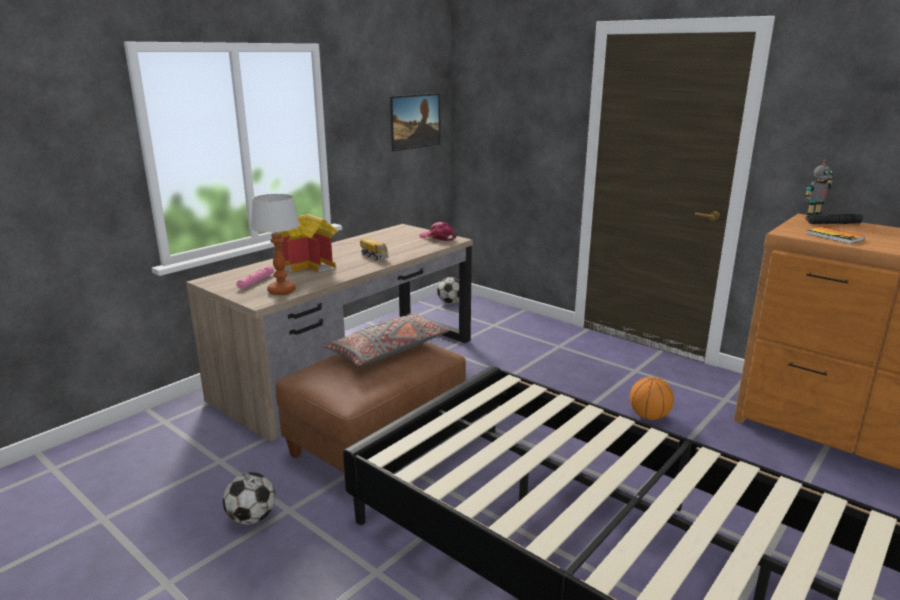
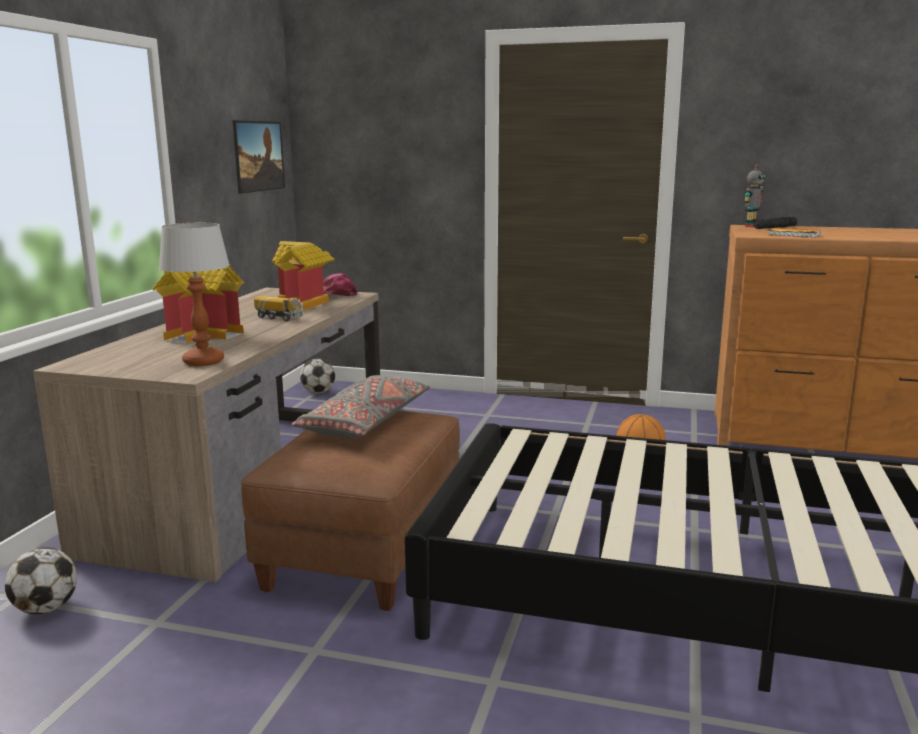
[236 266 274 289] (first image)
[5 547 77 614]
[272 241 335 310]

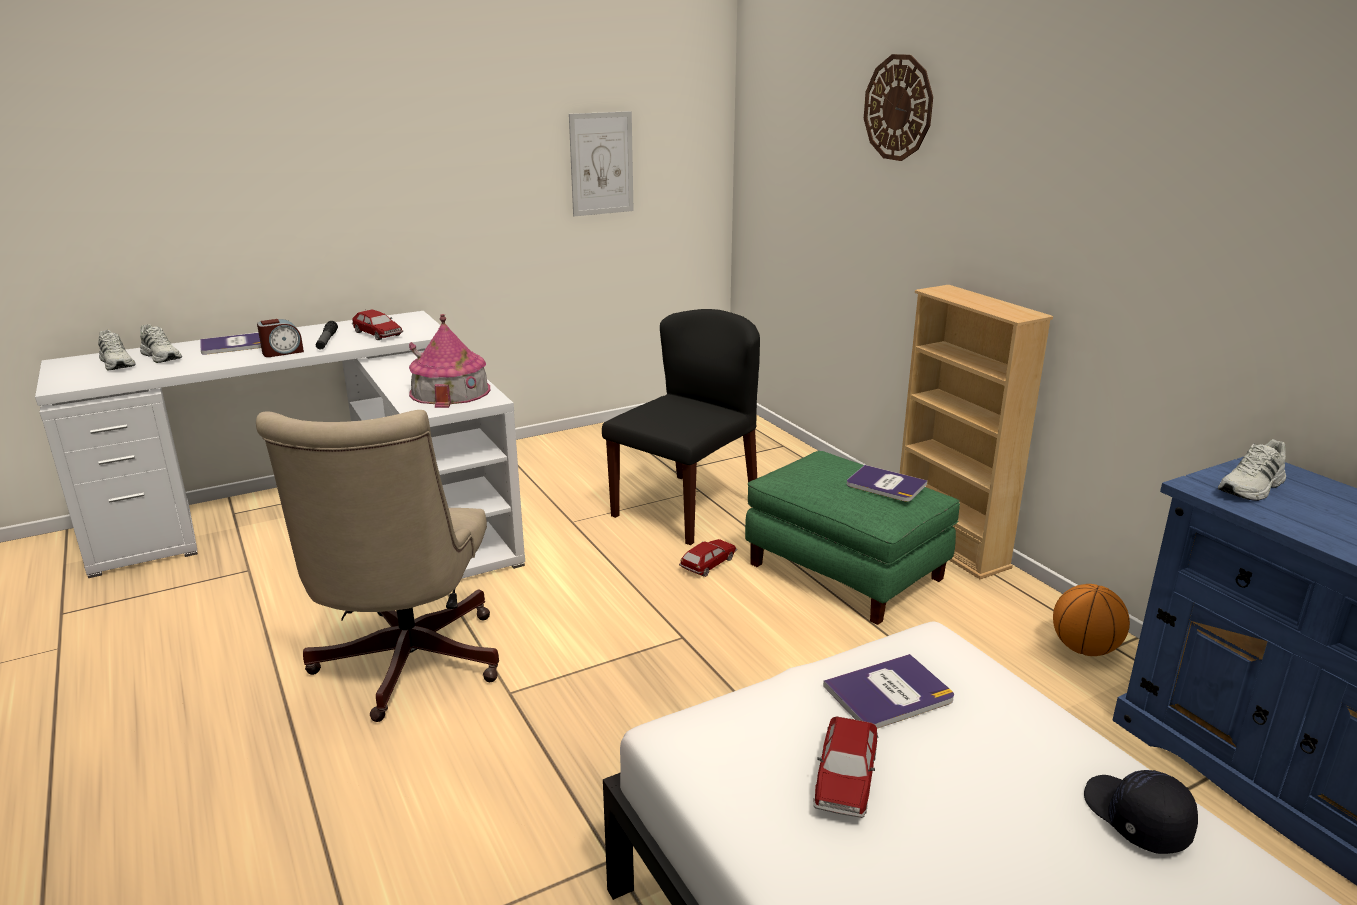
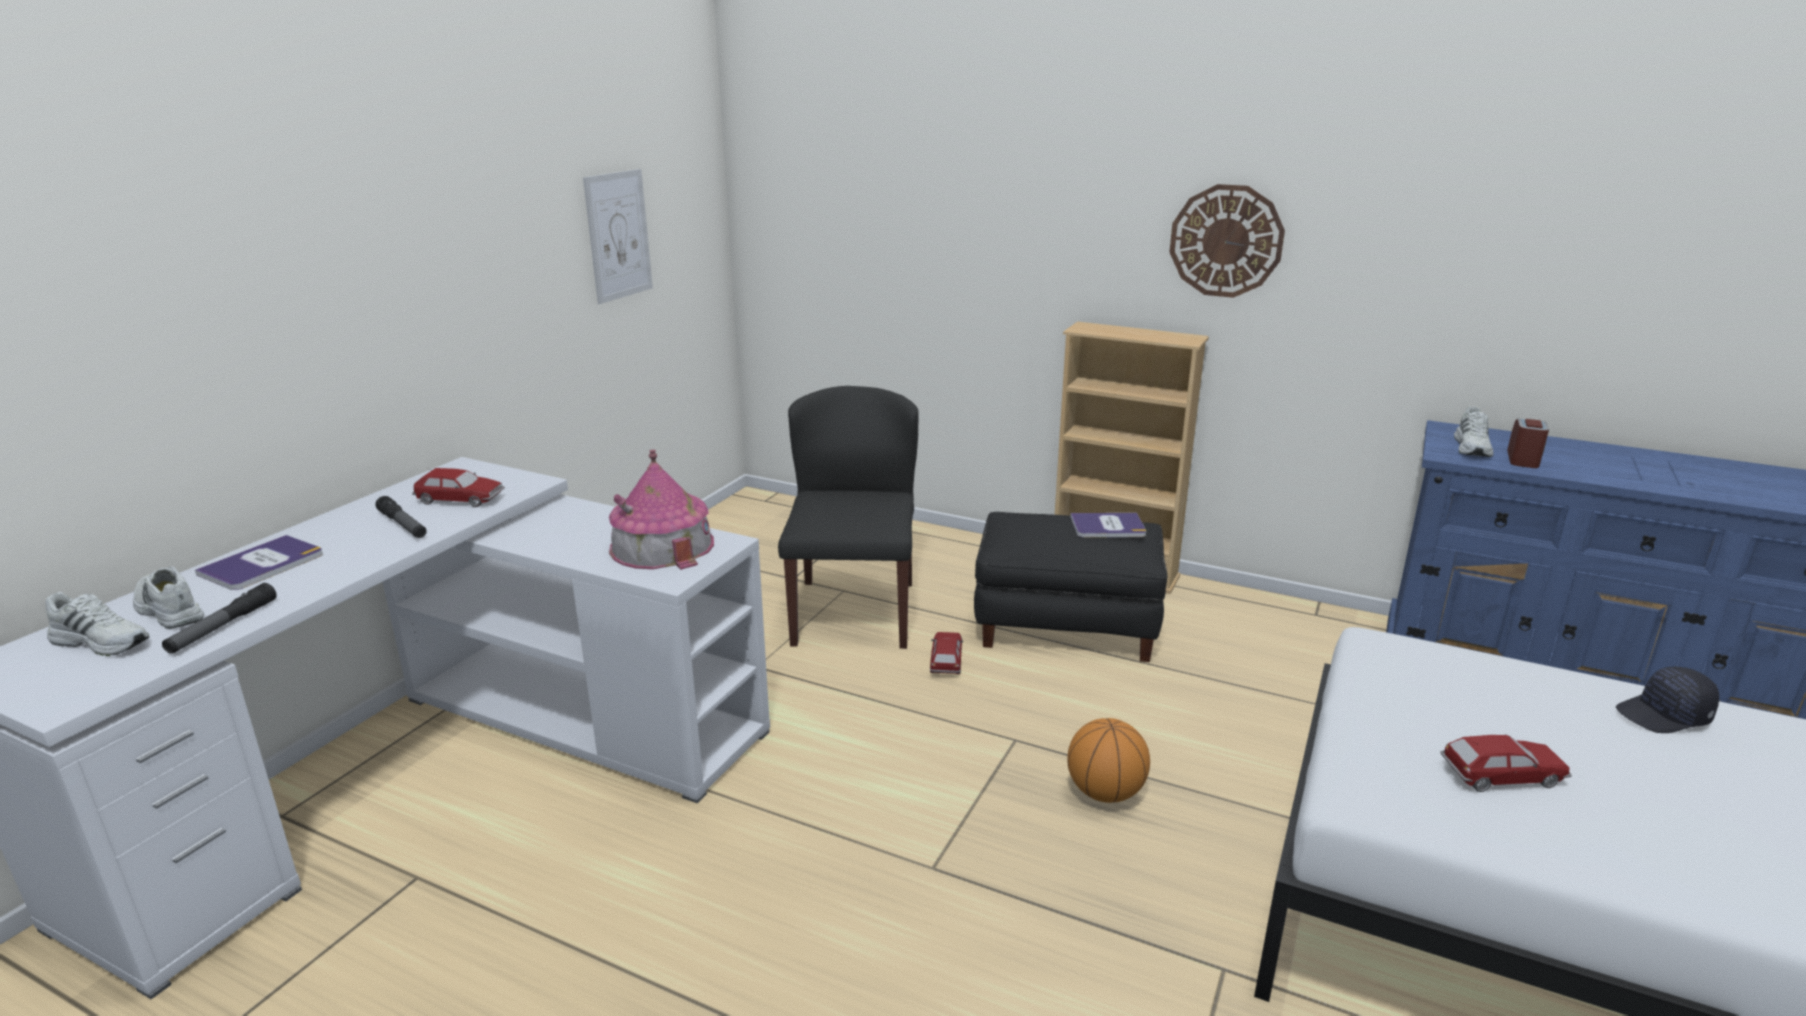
[1169 184 1285 298]
[1507 419 1549 468]
[133 566 204 629]
[256 410 499 722] (first image)
[974 512 1168 662]
[1067 718 1150 803]
[823 654 954 729] (first image)
[1440 734 1572 792]
[1616 667 1719 733]
[162 583 277 653]

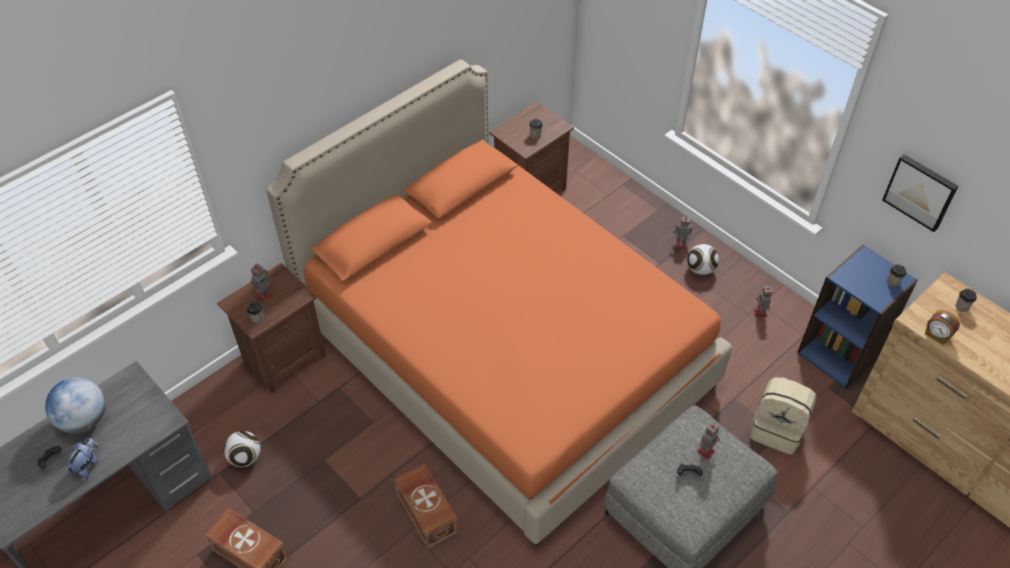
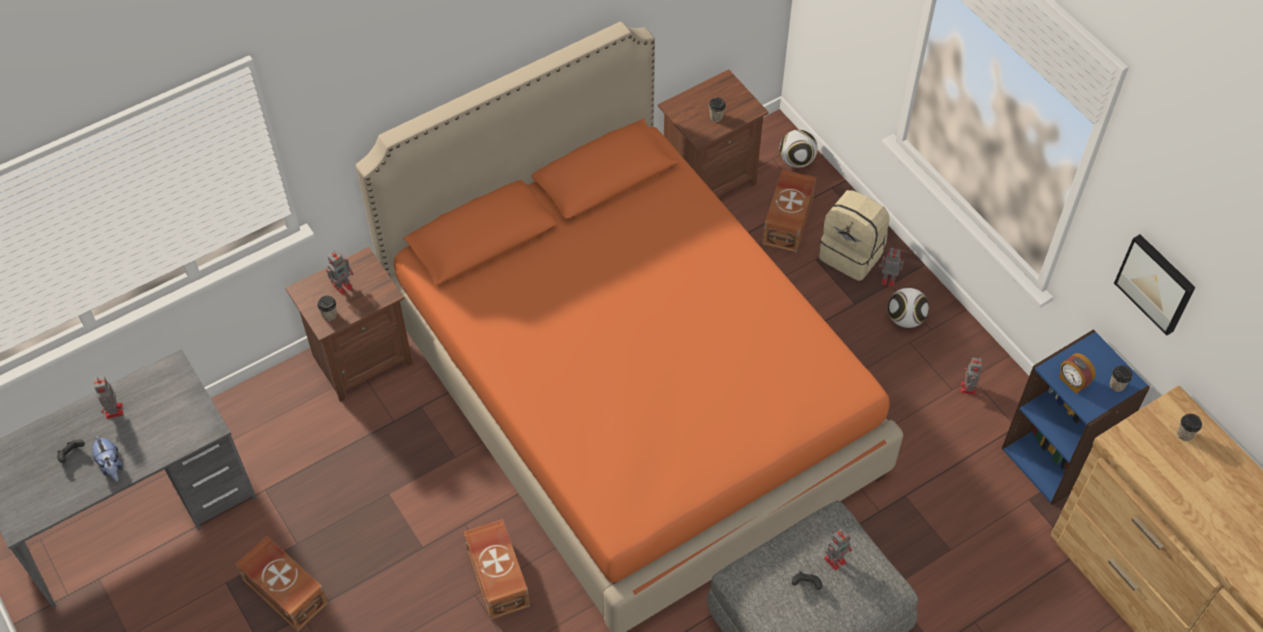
[1059 353 1096 394]
[819 190 890 281]
[94 376 124 419]
[780 130 818 168]
[92 434 123 481]
[762 170 816 252]

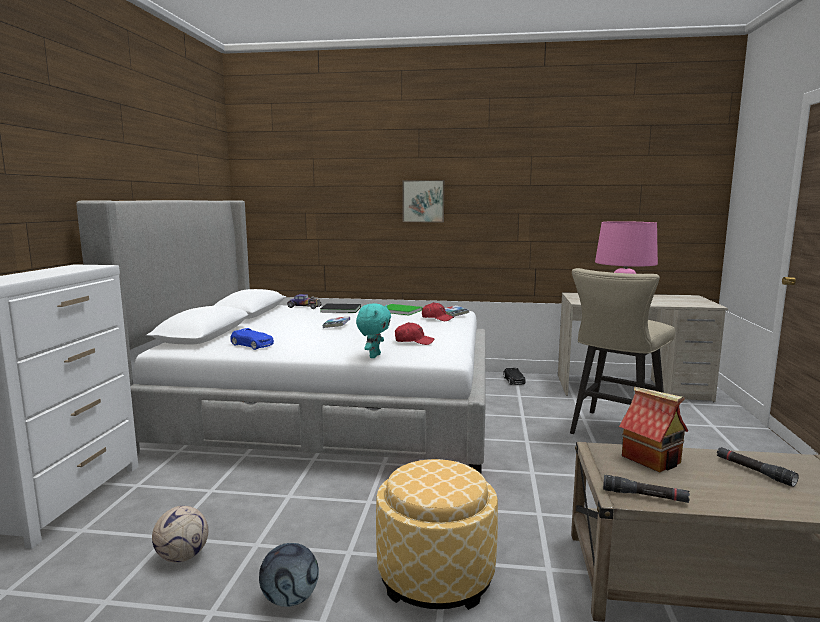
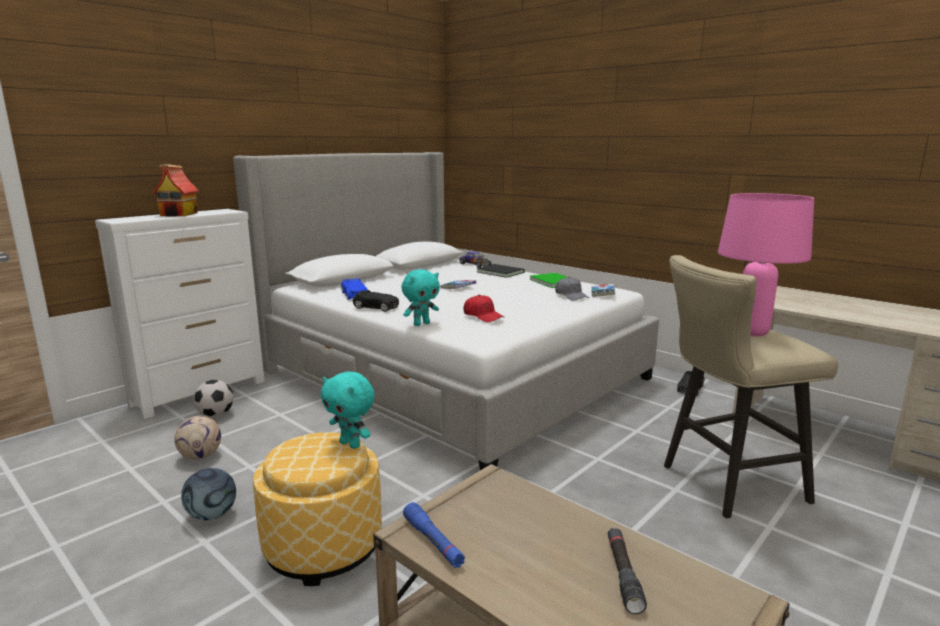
[402 180 444 222] (first image)
[555 277 589 301]
[152 164 199 216]
[403 502 465 568]
[353 290 399 311]
[321 371 375 449]
[194 380 234 417]

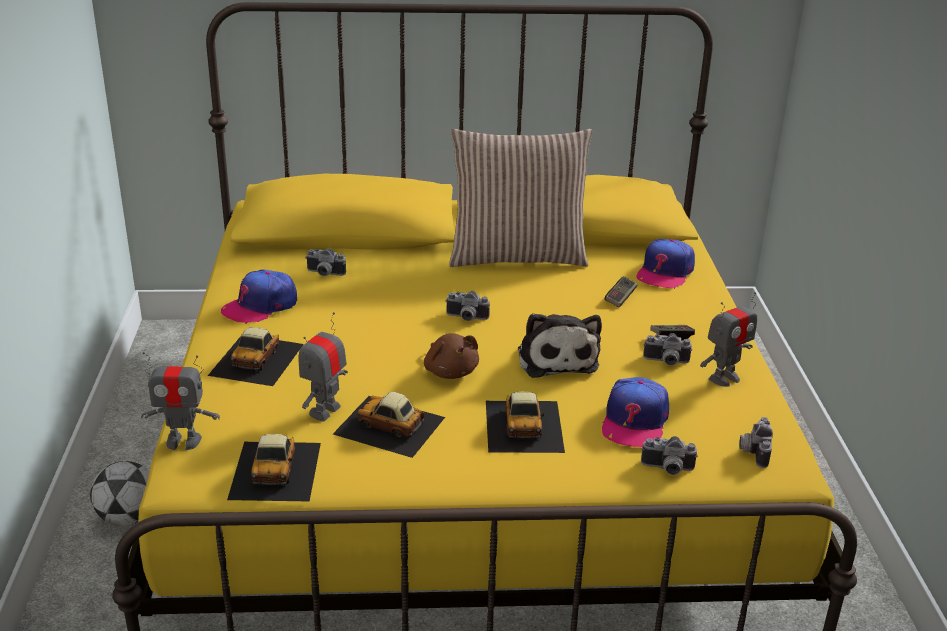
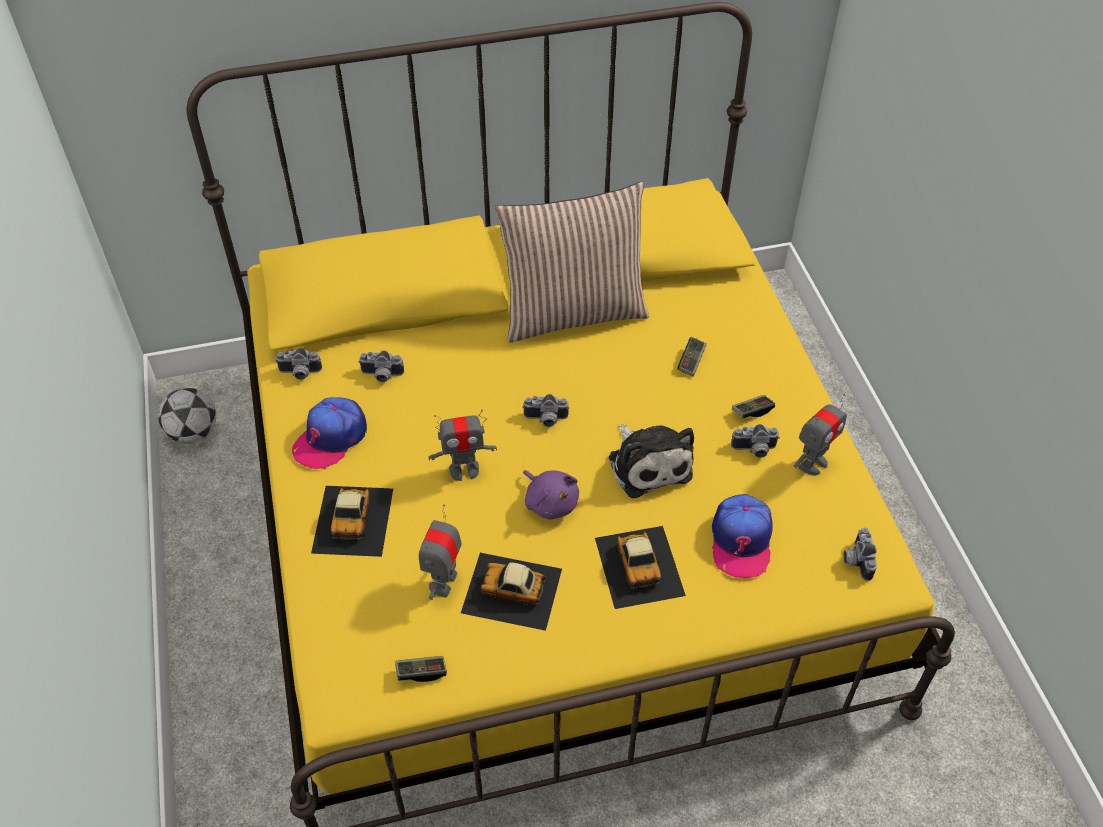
[636 239 695 289] (first image)
[523 470 579 519]
[428 410 497 481]
[395 656 447 682]
[275 348 322 380]
[158 388 216 443]

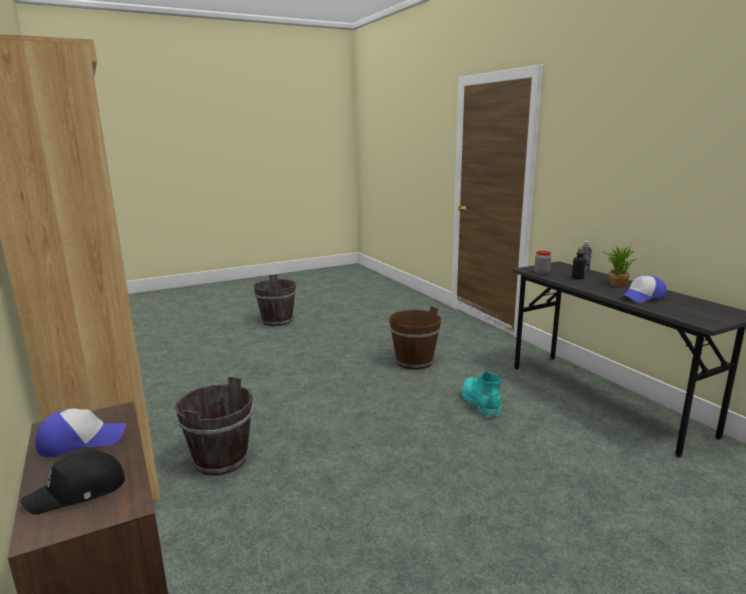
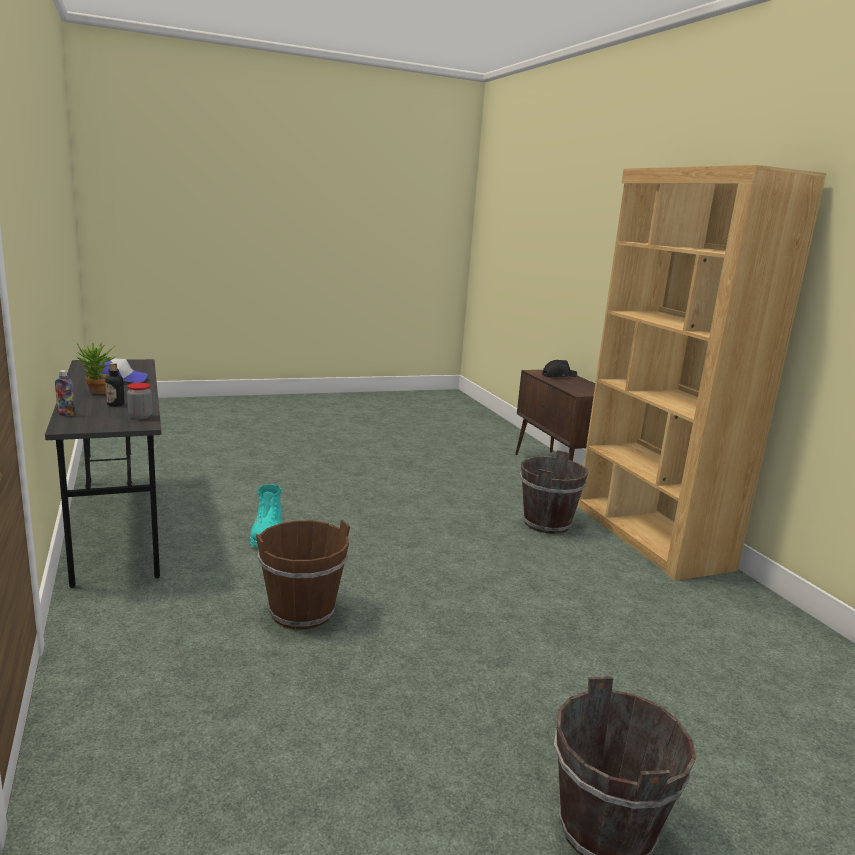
[35 408 126 457] (first image)

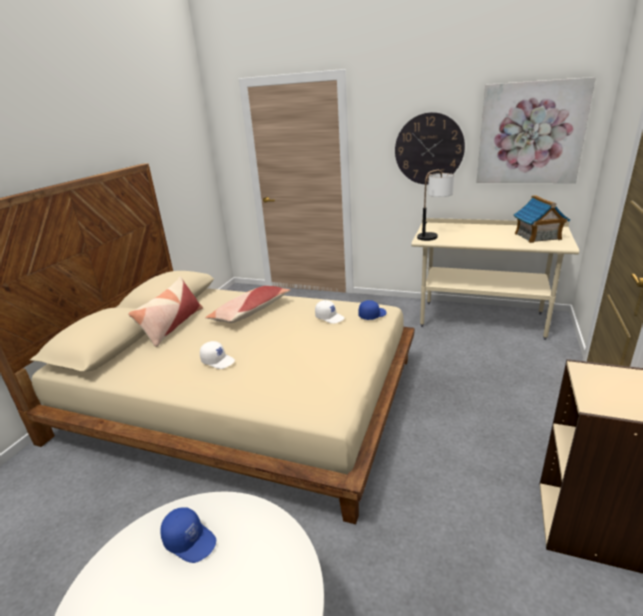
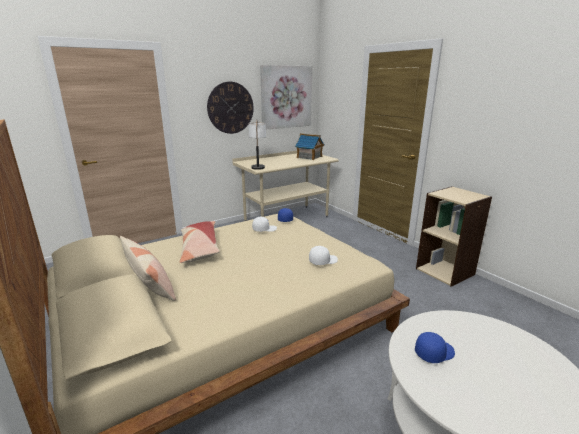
[309 246 338 265]

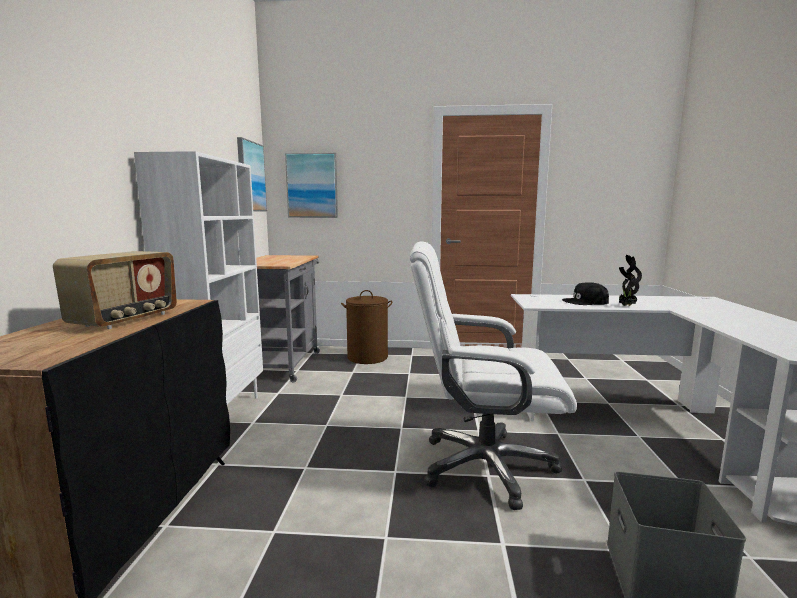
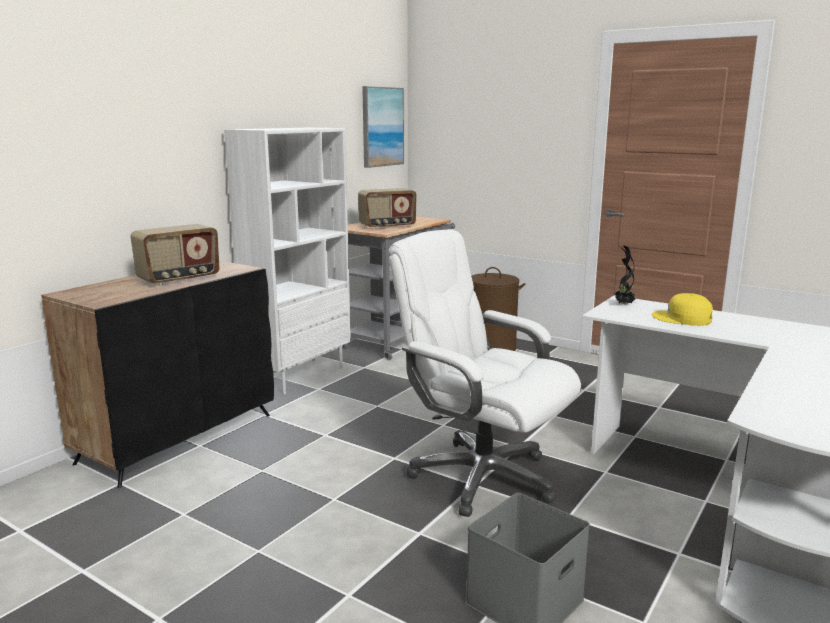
[285 153 338 218] (first image)
[615 245 635 305]
[652 293 713 326]
[358 188 417 229]

